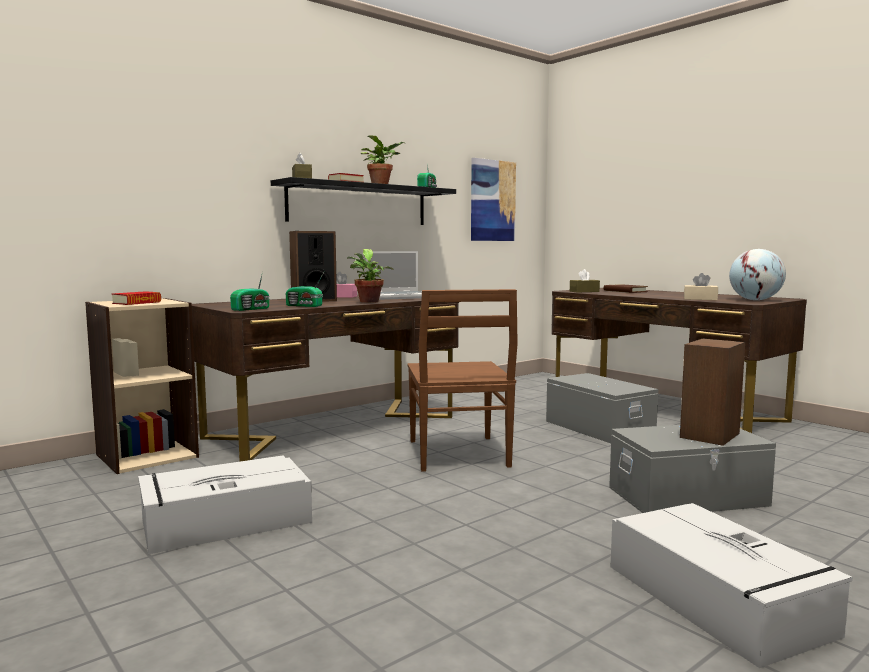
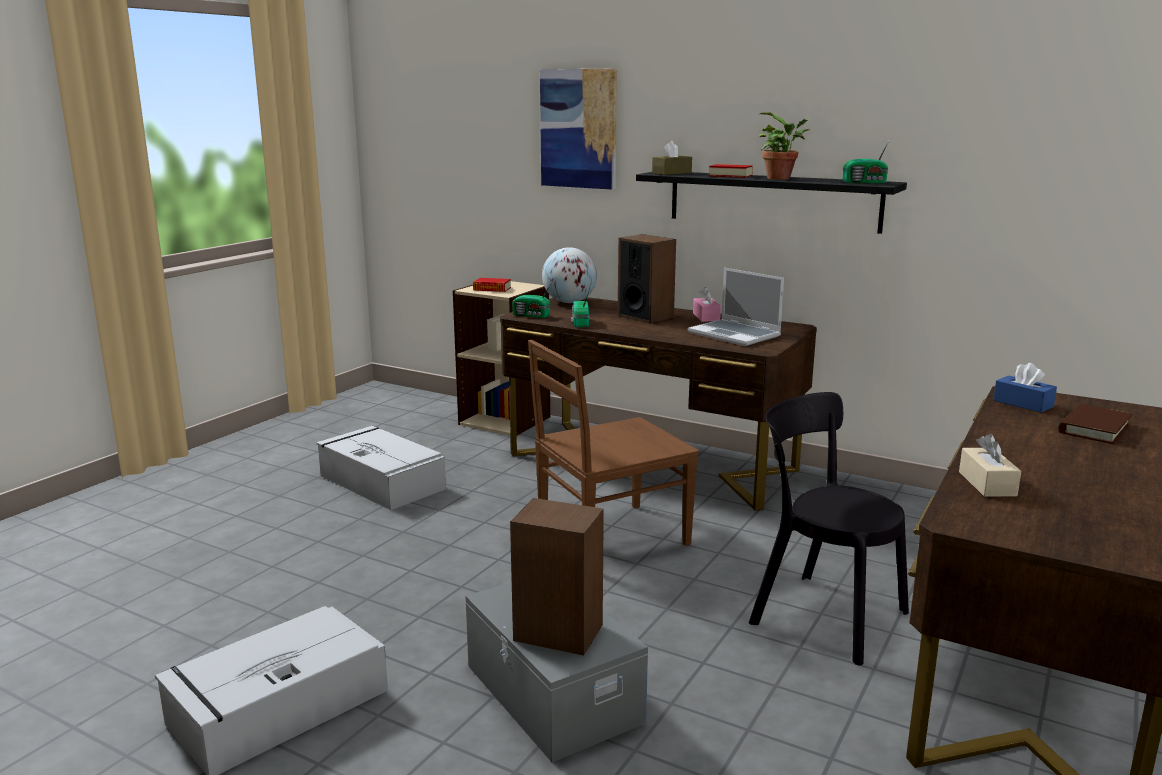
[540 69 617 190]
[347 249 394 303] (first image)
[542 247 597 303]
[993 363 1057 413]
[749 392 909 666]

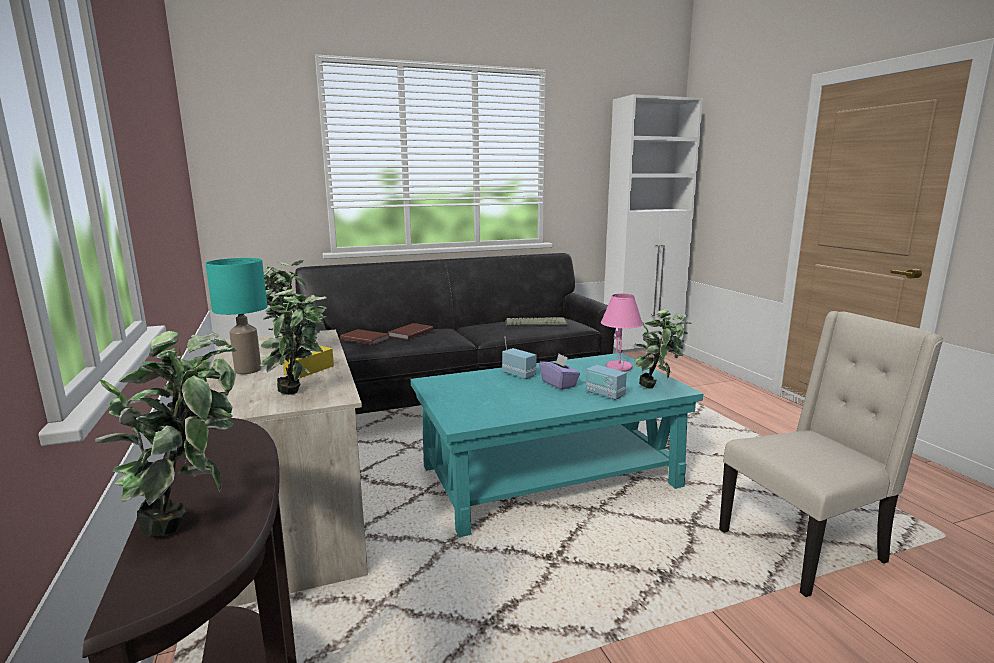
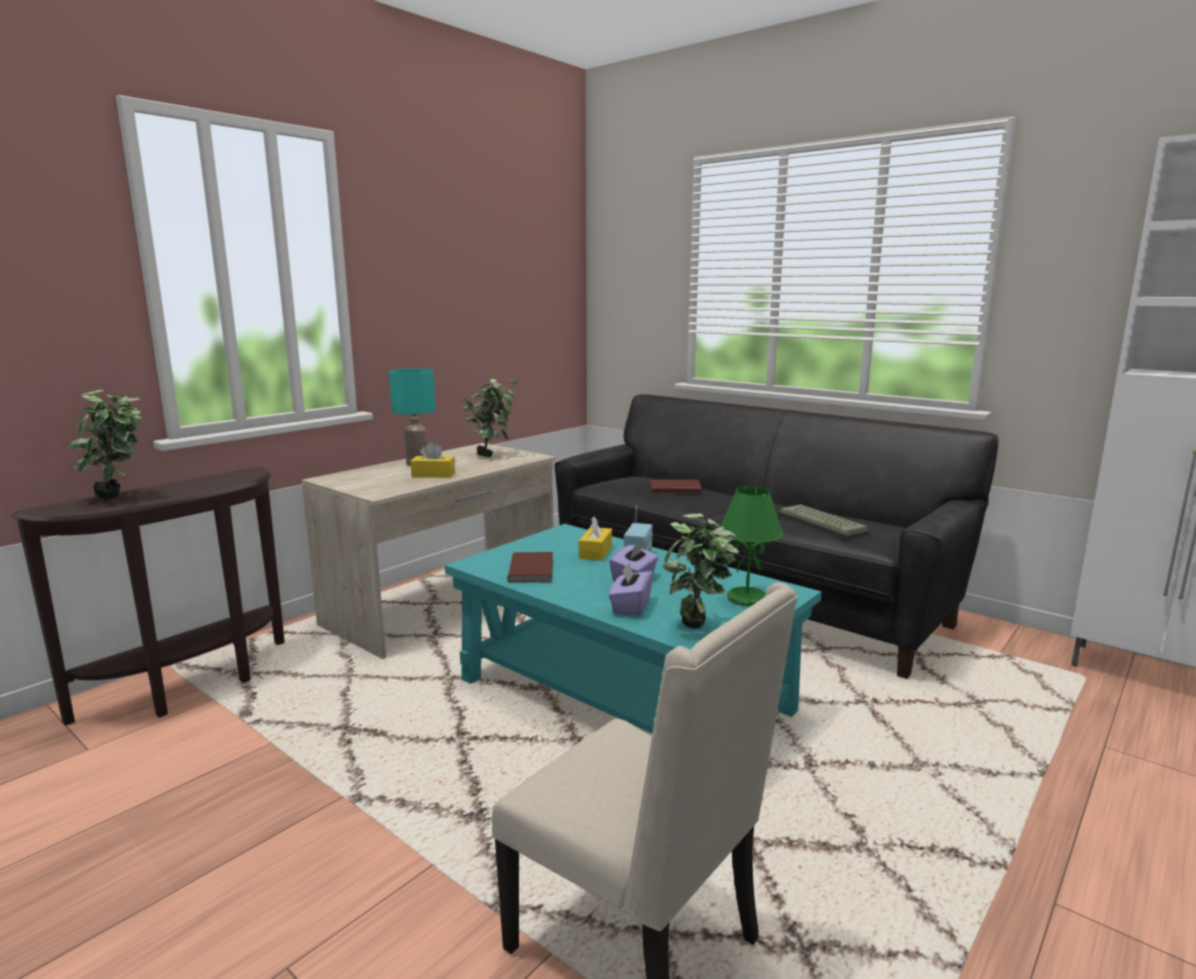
[260 289 327 395] (first image)
[721 486 783 606]
[507 552 553 583]
[609 562 653 616]
[579 517 612 561]

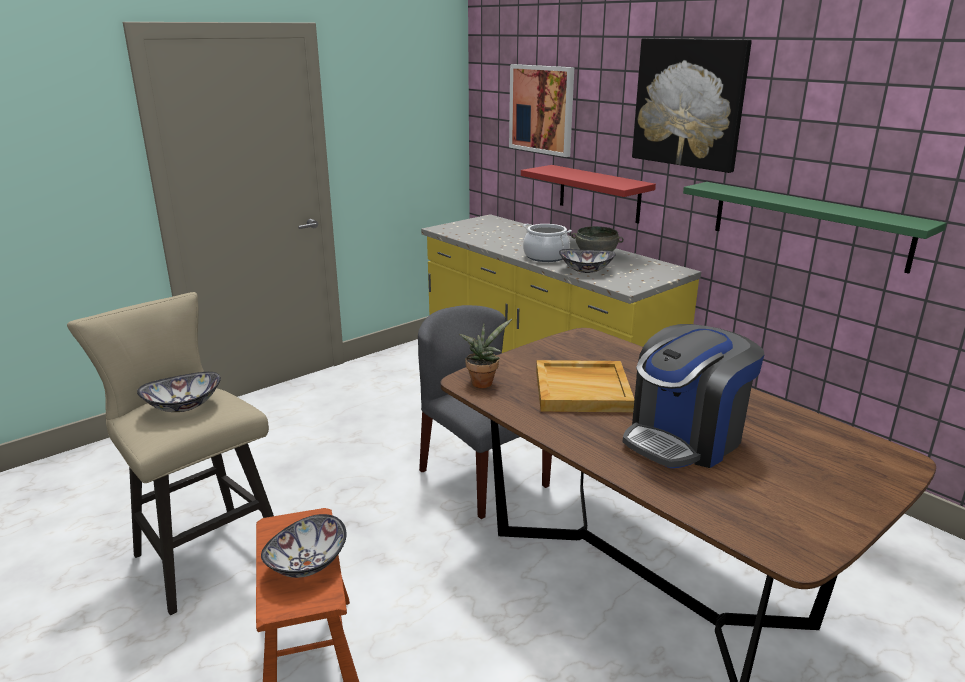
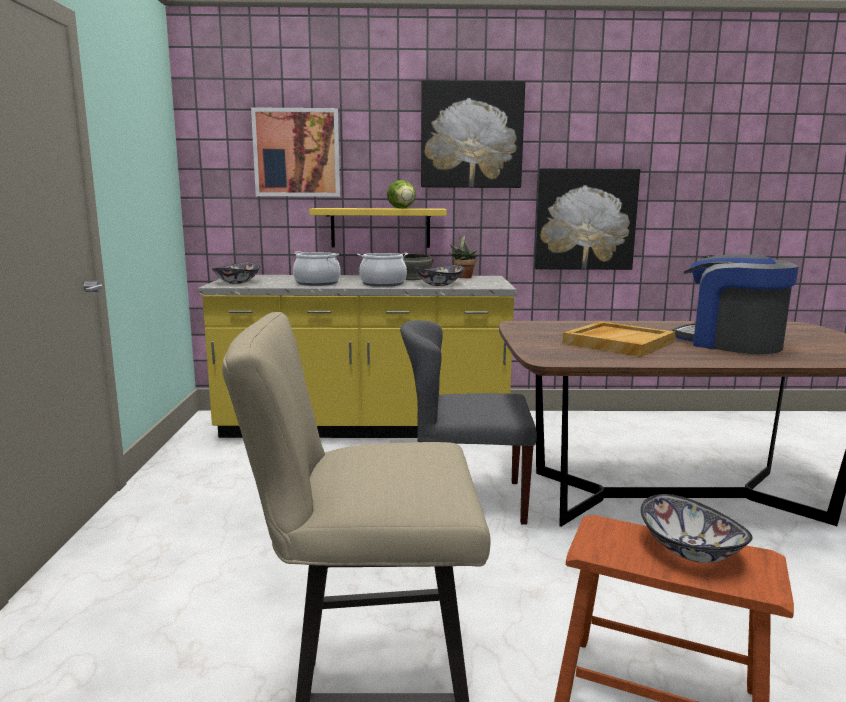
[309 208 447 248]
[535 168 640 270]
[449 235 478 278]
[673 254 799 354]
[212 263 260 284]
[387 180 416 208]
[293 251 341 286]

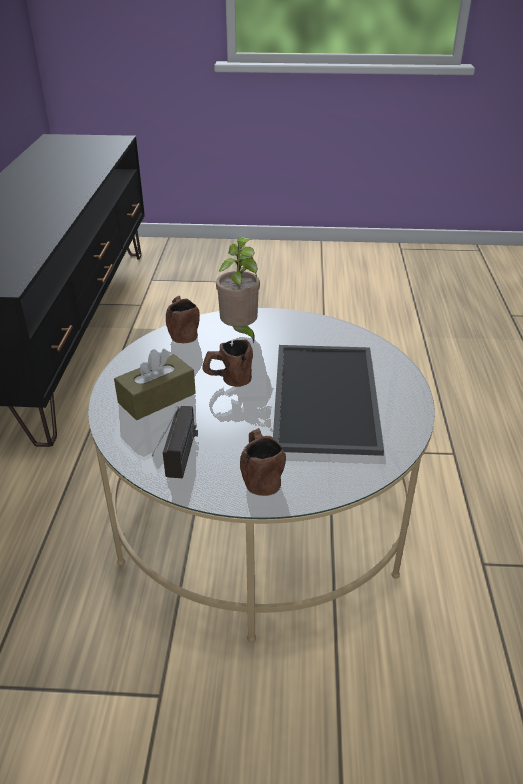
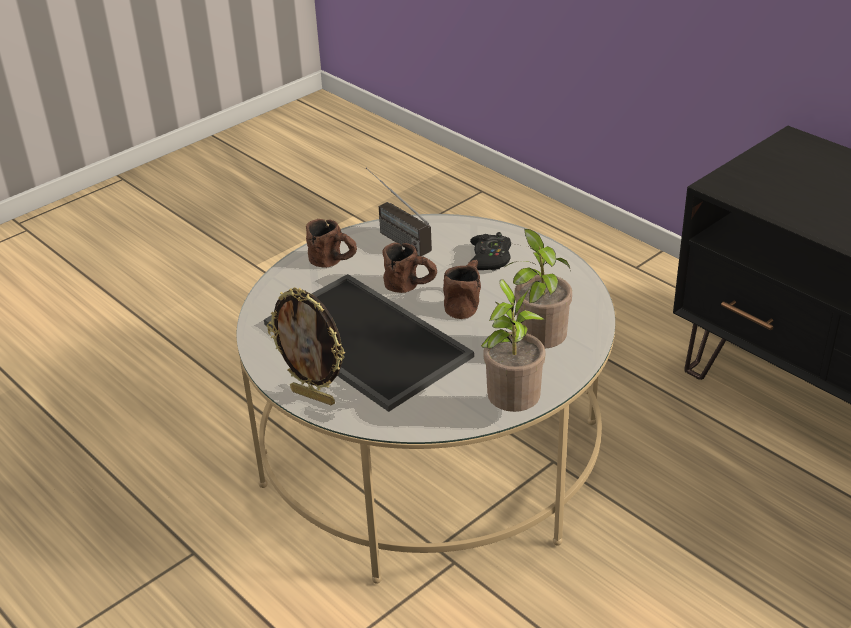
[382 243 437 293]
[470 232 511 271]
[481 279 546 412]
[267 287 345 405]

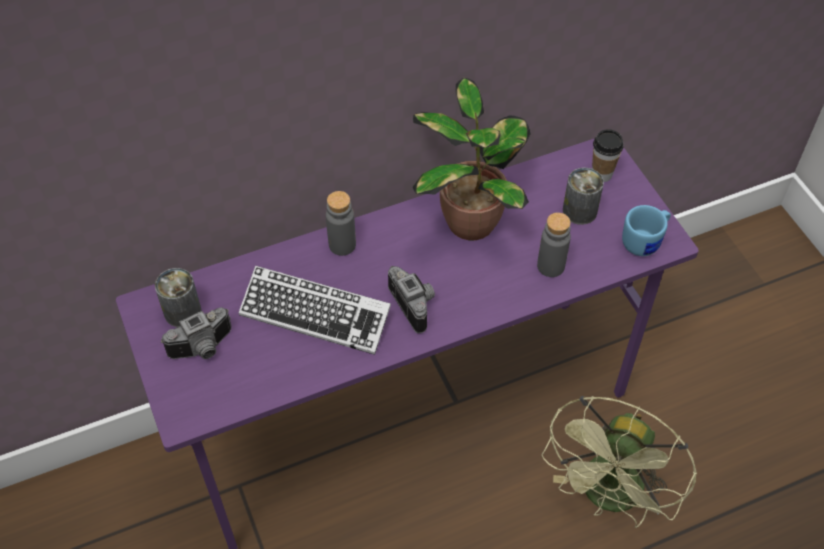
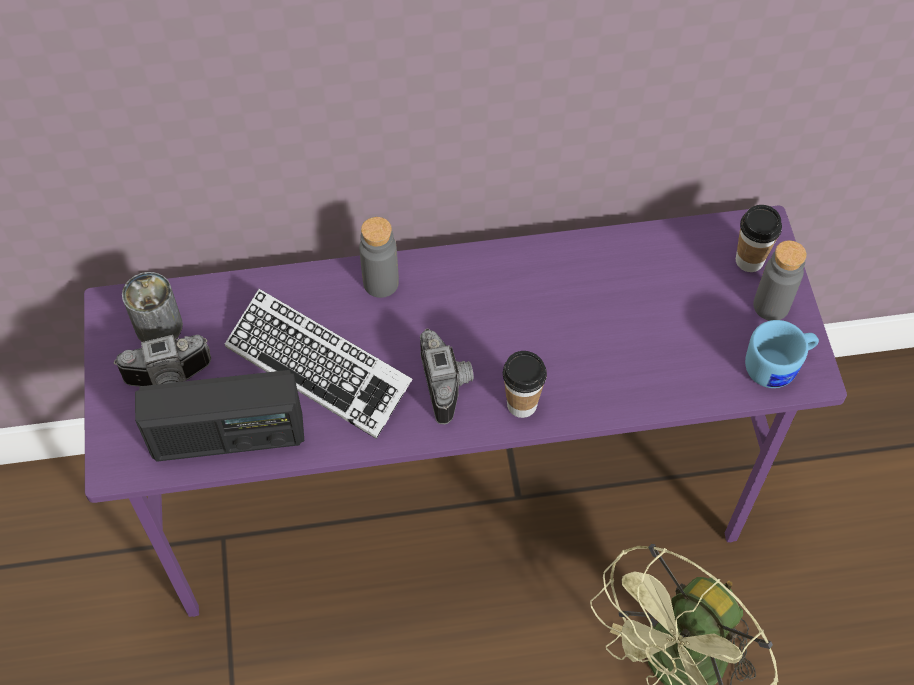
[413 78 530 240] (first image)
[563 168 604 225] (first image)
[753 240 807 321]
[503 351 547 418]
[135 370 304 462]

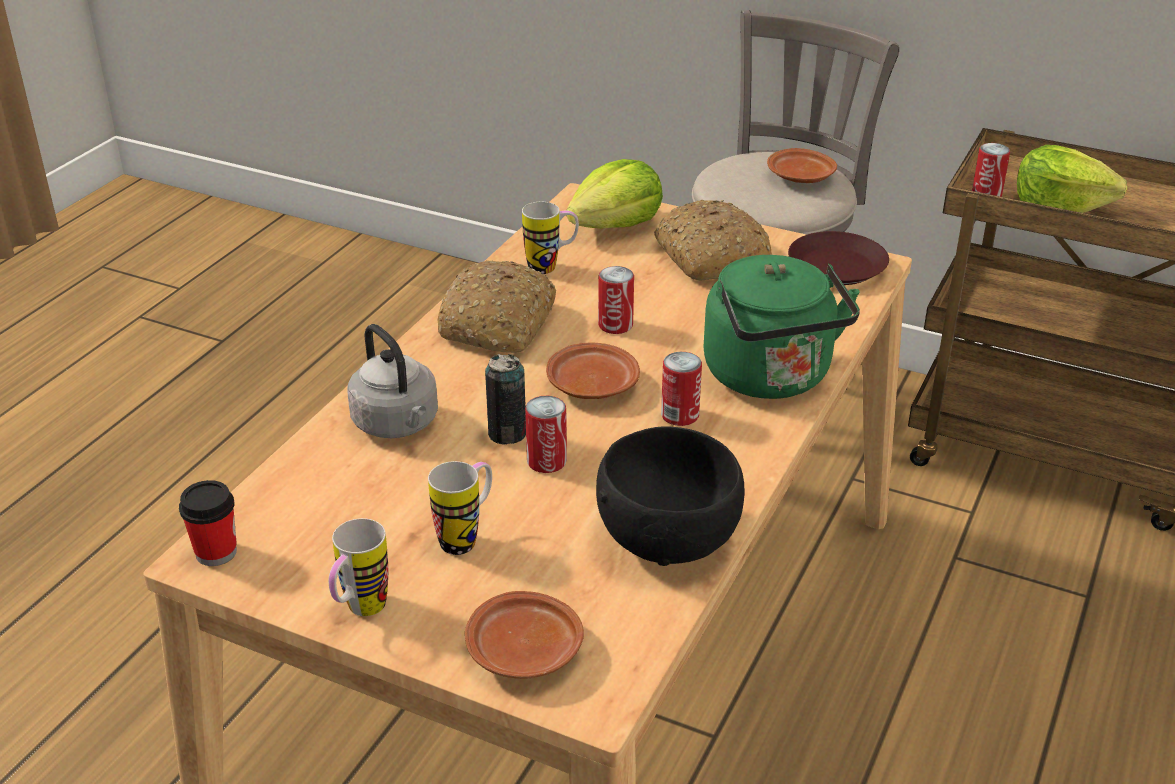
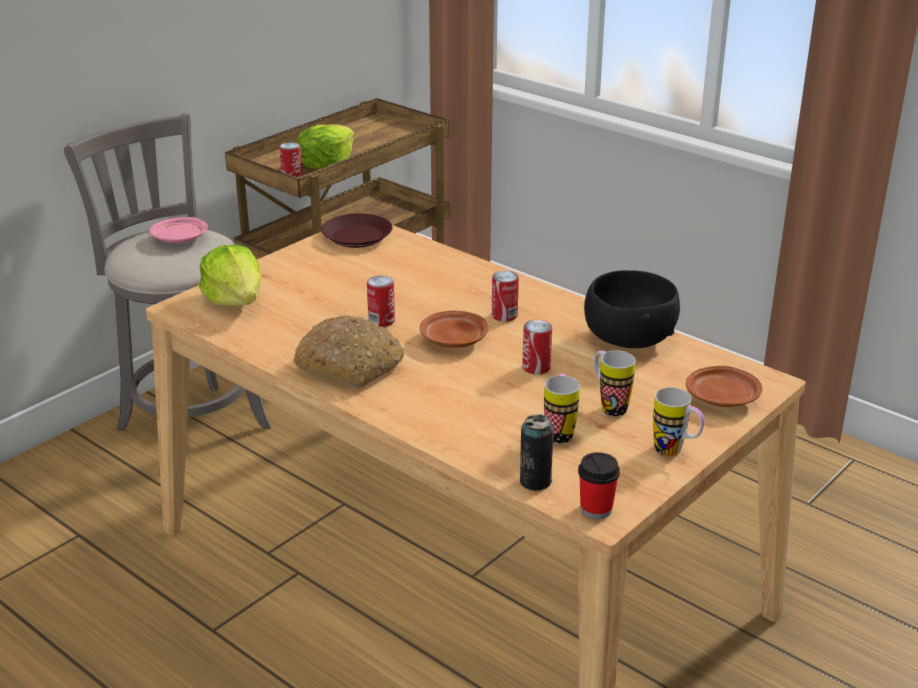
[150 217 208 243]
[654 200 772 280] (first image)
[544 373 580 444]
[704 255 860 399] (first image)
[347 324 438 438] (first image)
[520 414 554 491]

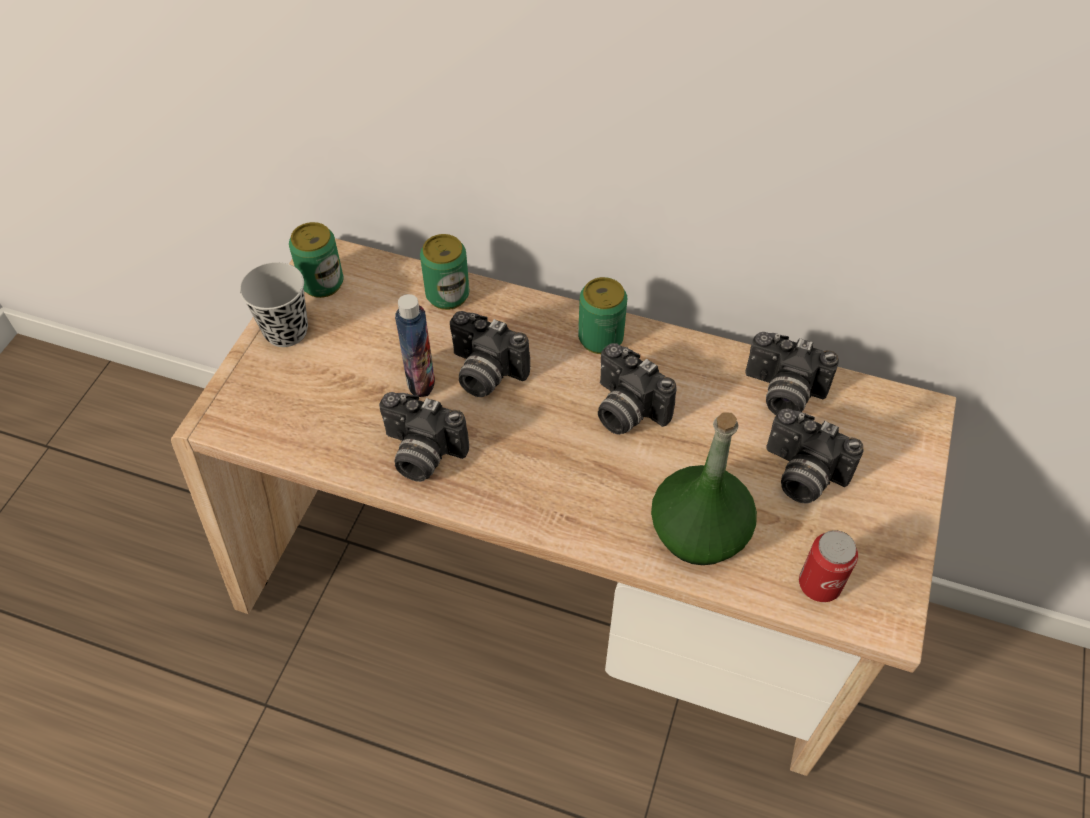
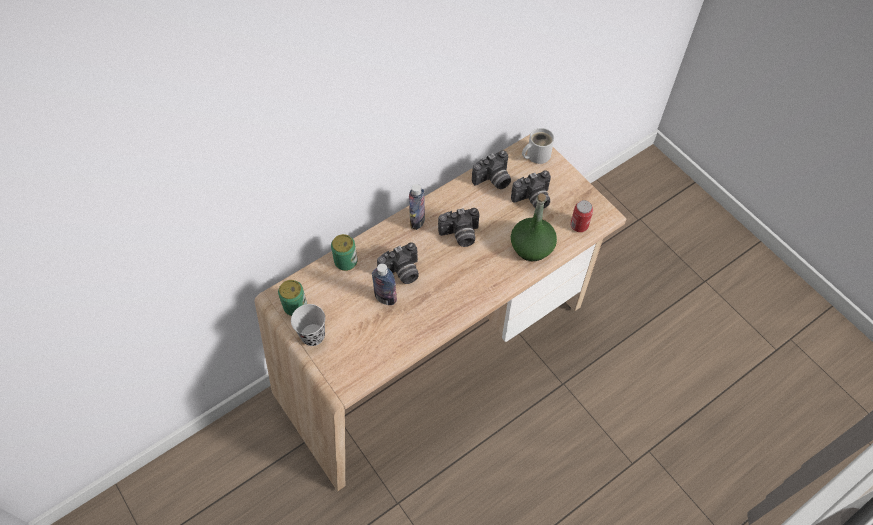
[409 184 425 230]
[379 392 469 482] (first image)
[522 128 554 164]

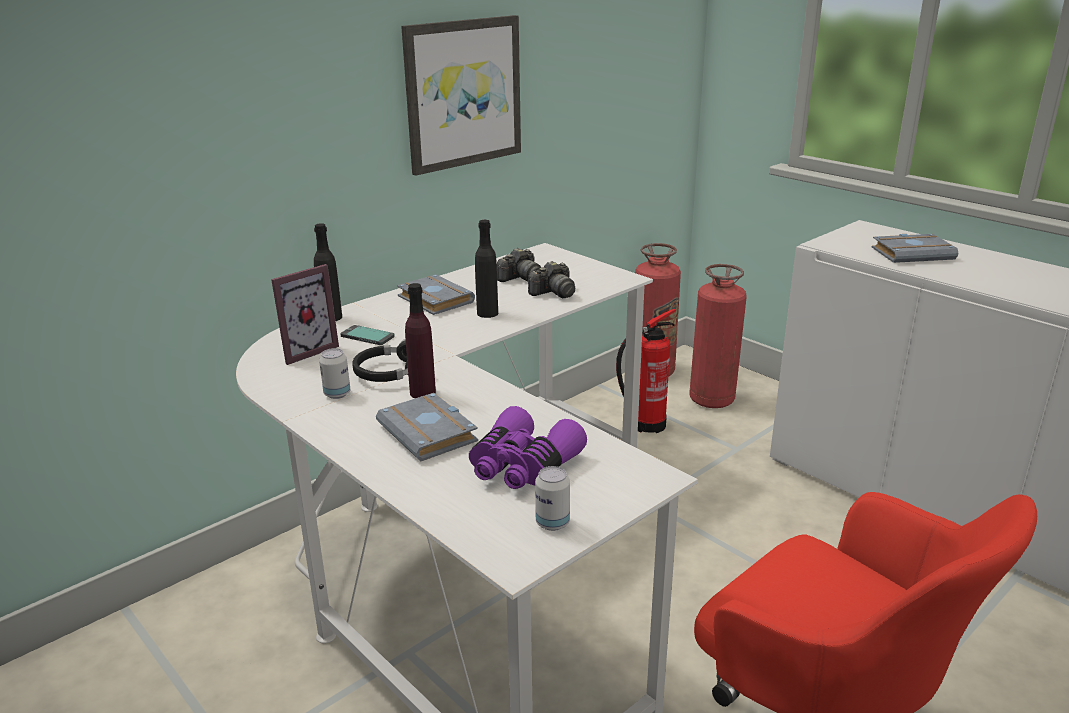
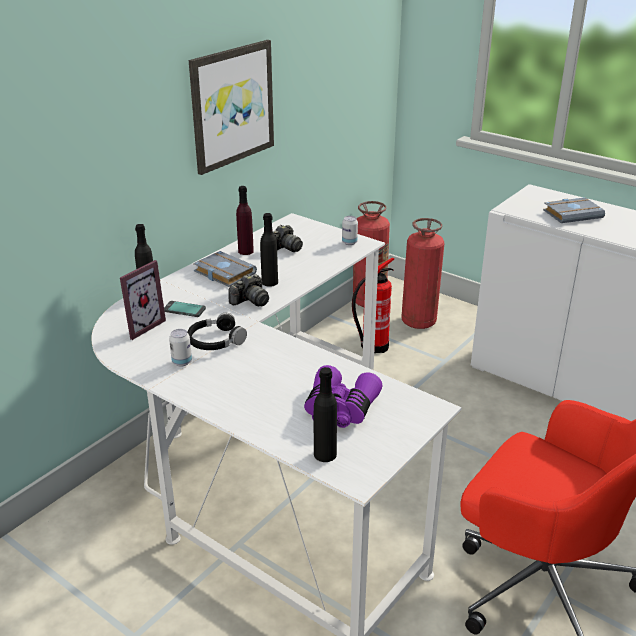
[228 274 269 306]
[236 186 254 255]
[376 393 478 461] (first image)
[342 216 358 245]
[314 367 337 462]

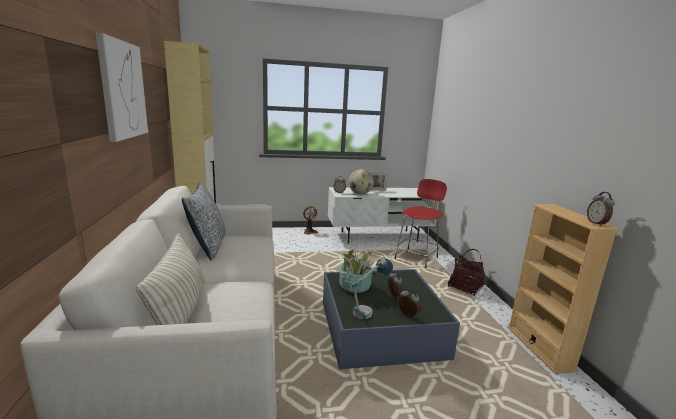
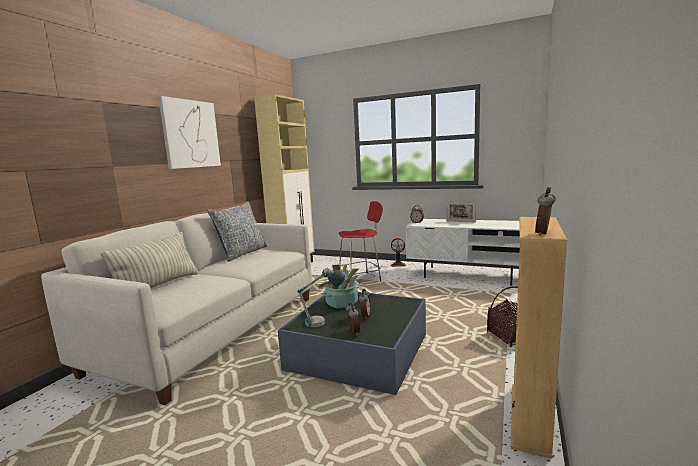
[349 169 374 194] (first image)
[338 201 383 281]

